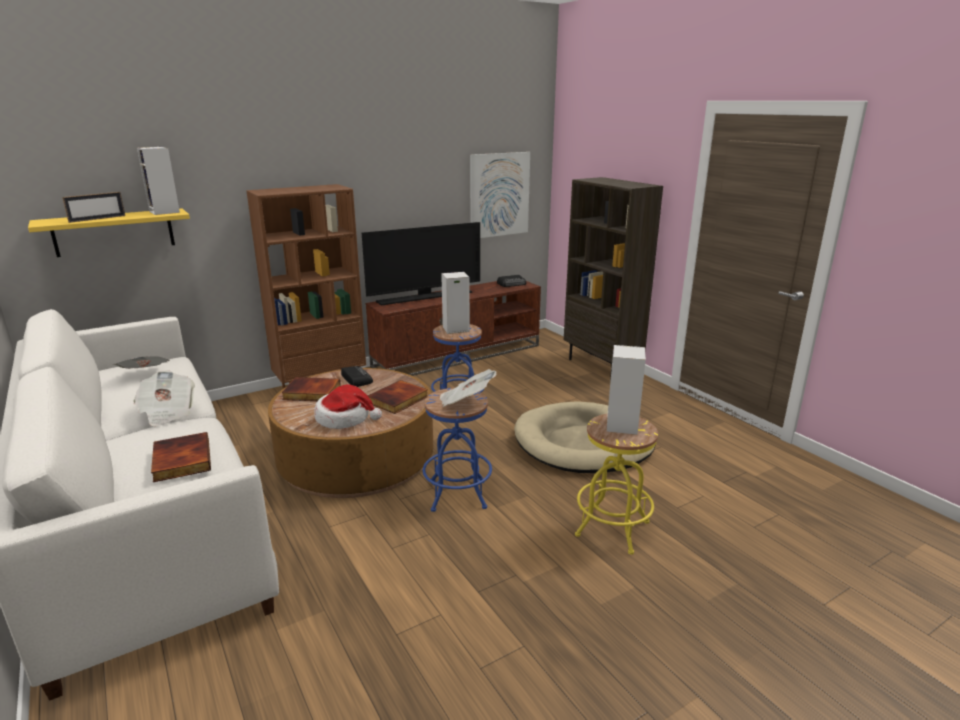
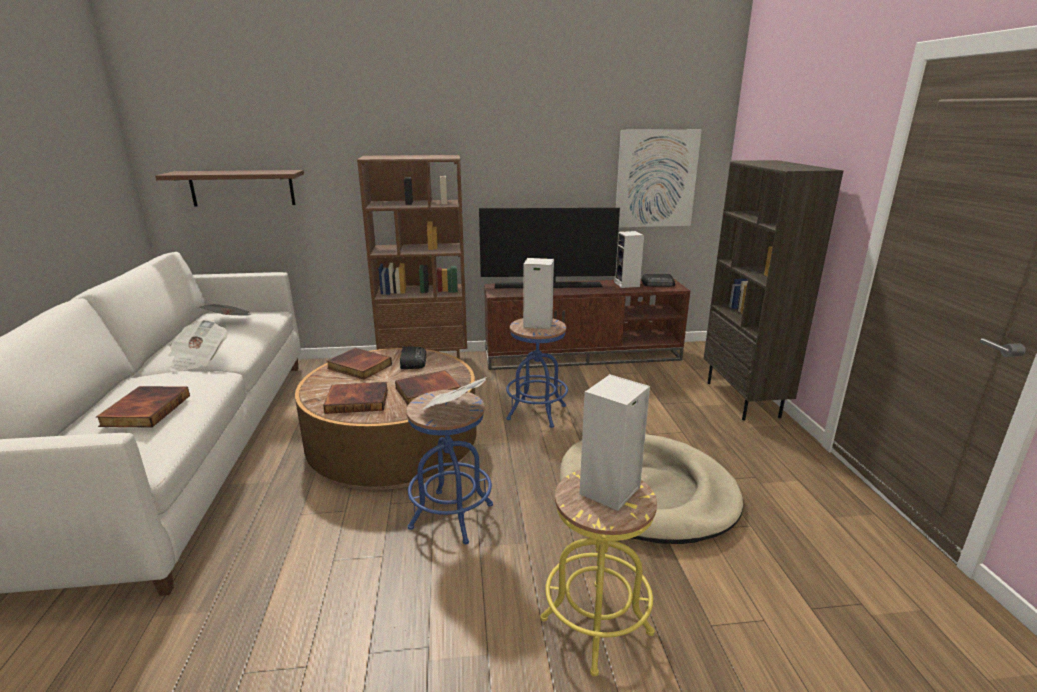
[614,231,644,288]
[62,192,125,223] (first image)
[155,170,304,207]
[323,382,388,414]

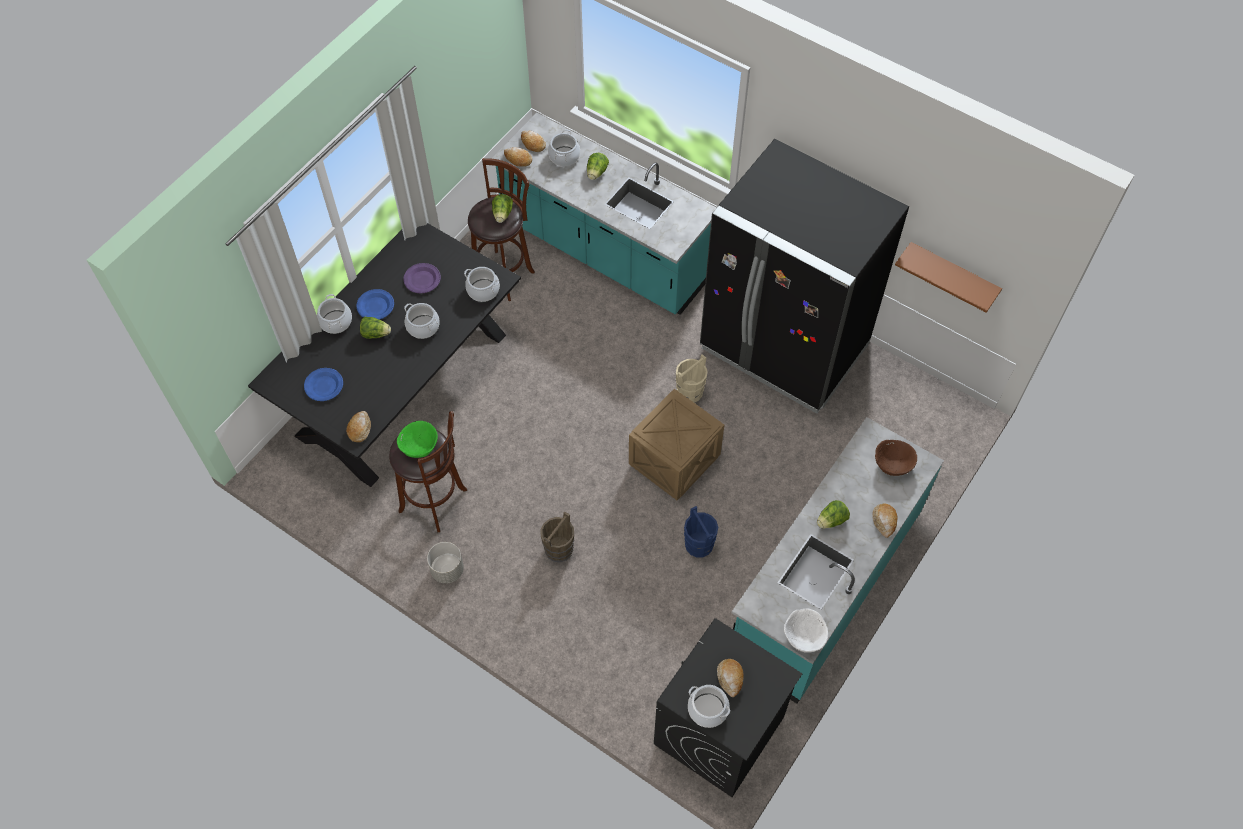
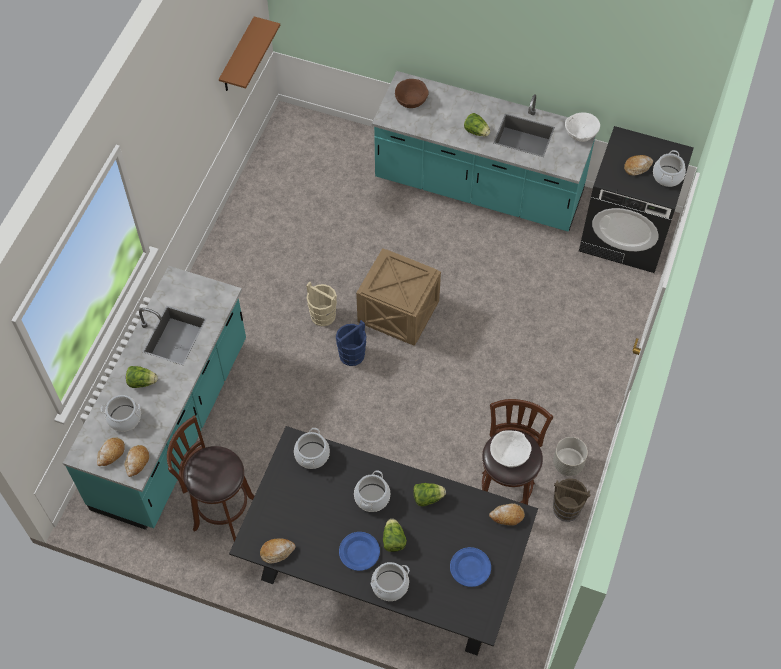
[700,139,909,414] (first image)
[413,483,446,506]
[404,263,441,293] (first image)
[490,430,532,468]
[260,538,296,563]
[336,320,366,366]
[553,478,591,522]

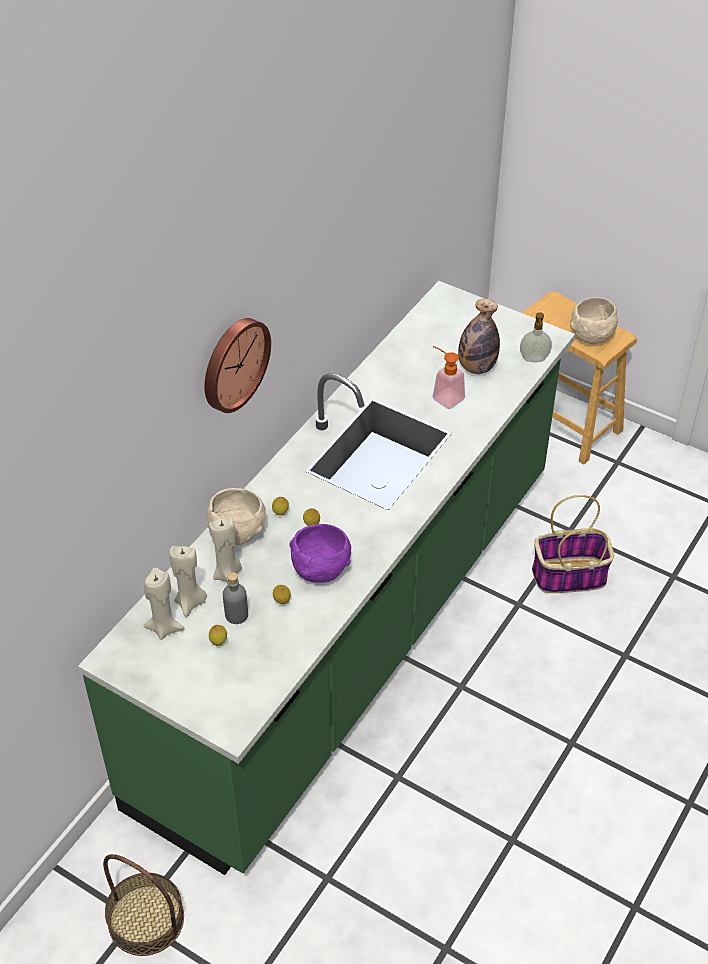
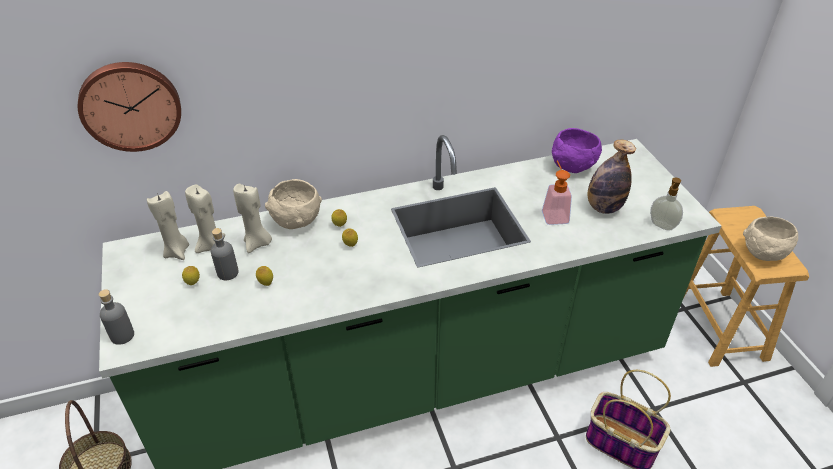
[78,62,181,152]
[552,128,602,173]
[99,289,134,345]

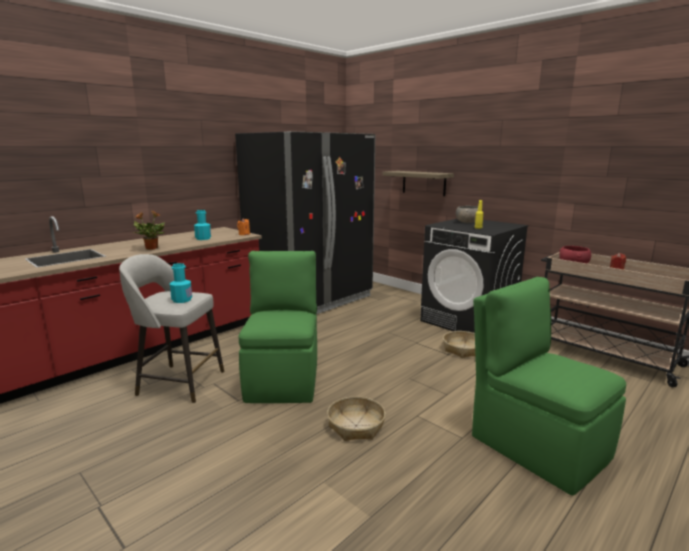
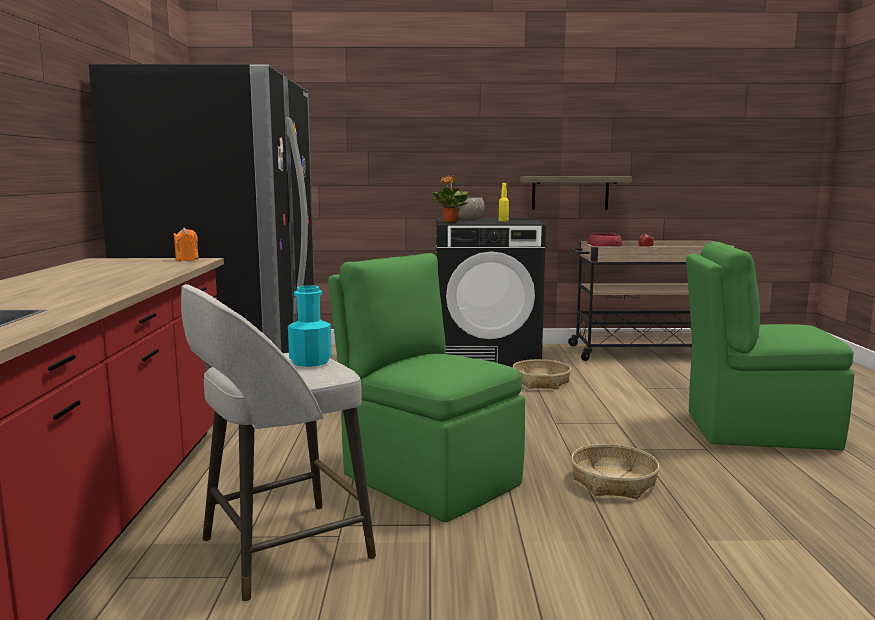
[520,176,632,210]
[194,210,211,240] (first image)
[430,175,468,222]

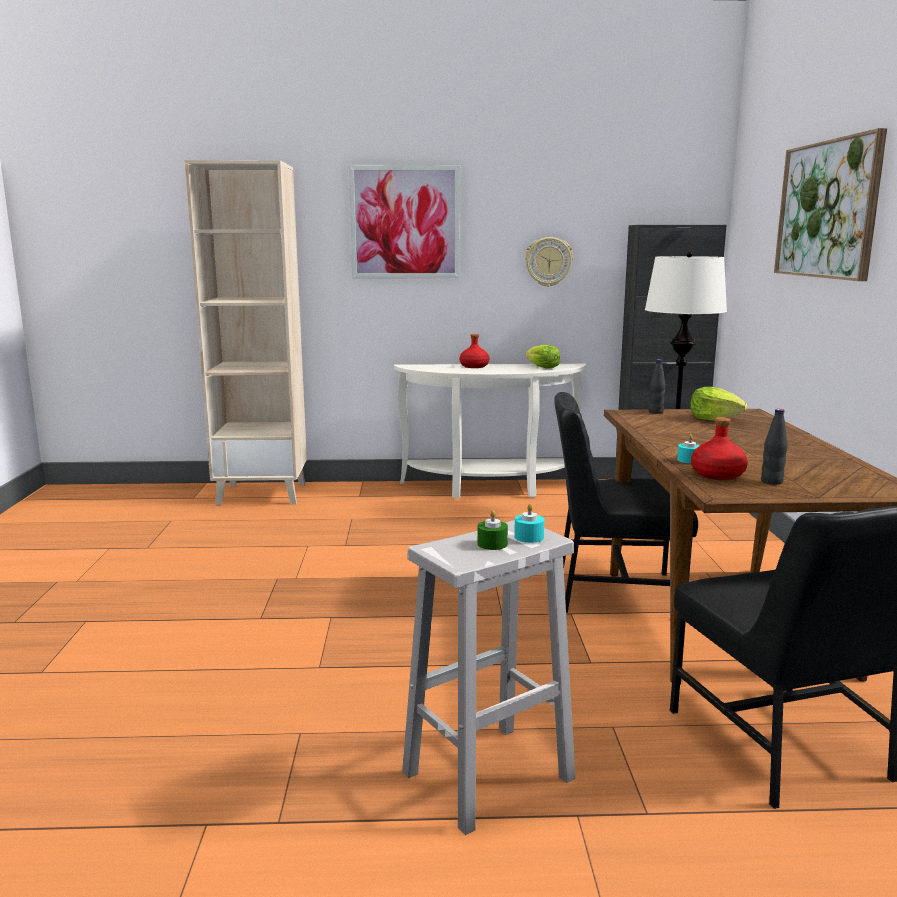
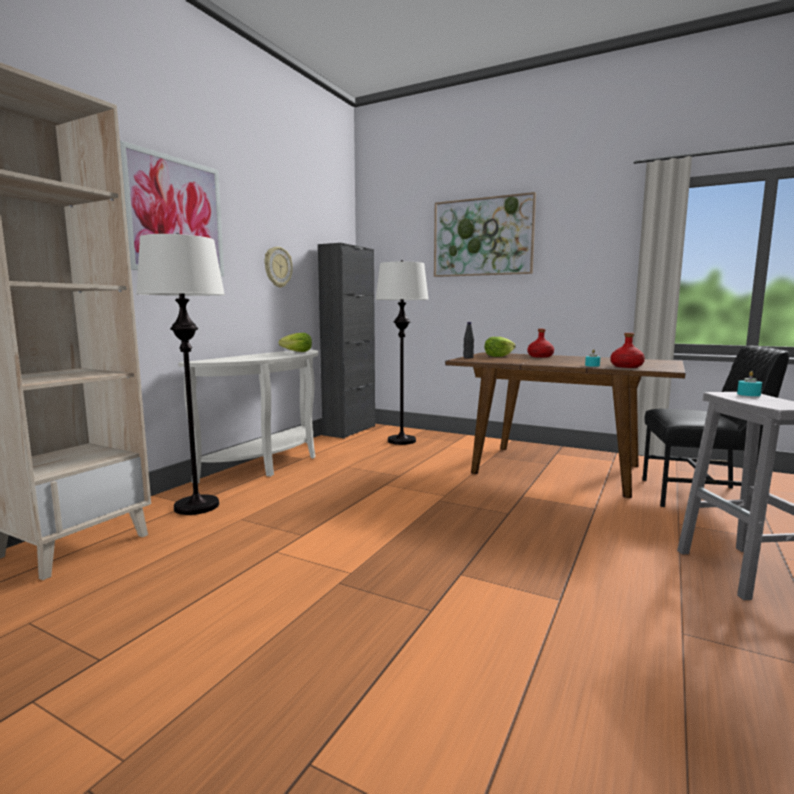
[527,329,554,358]
[554,392,698,613] (first image)
[761,409,788,485] (first image)
[477,510,508,550] (first image)
[136,233,225,515]

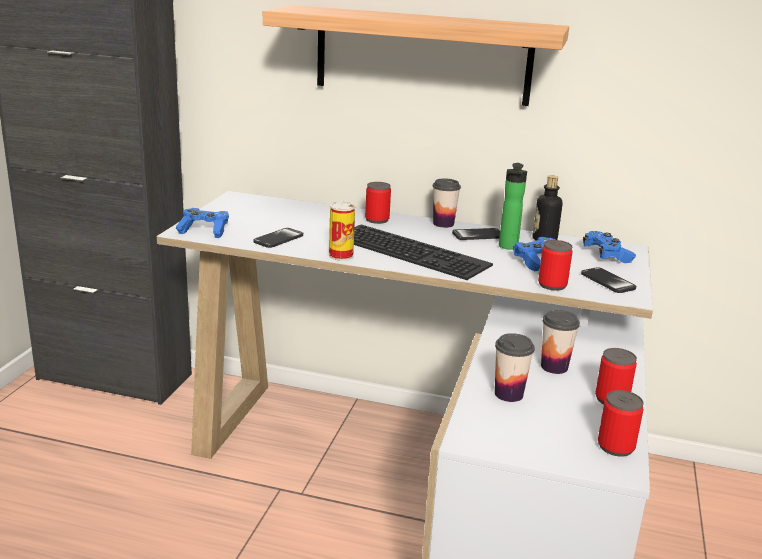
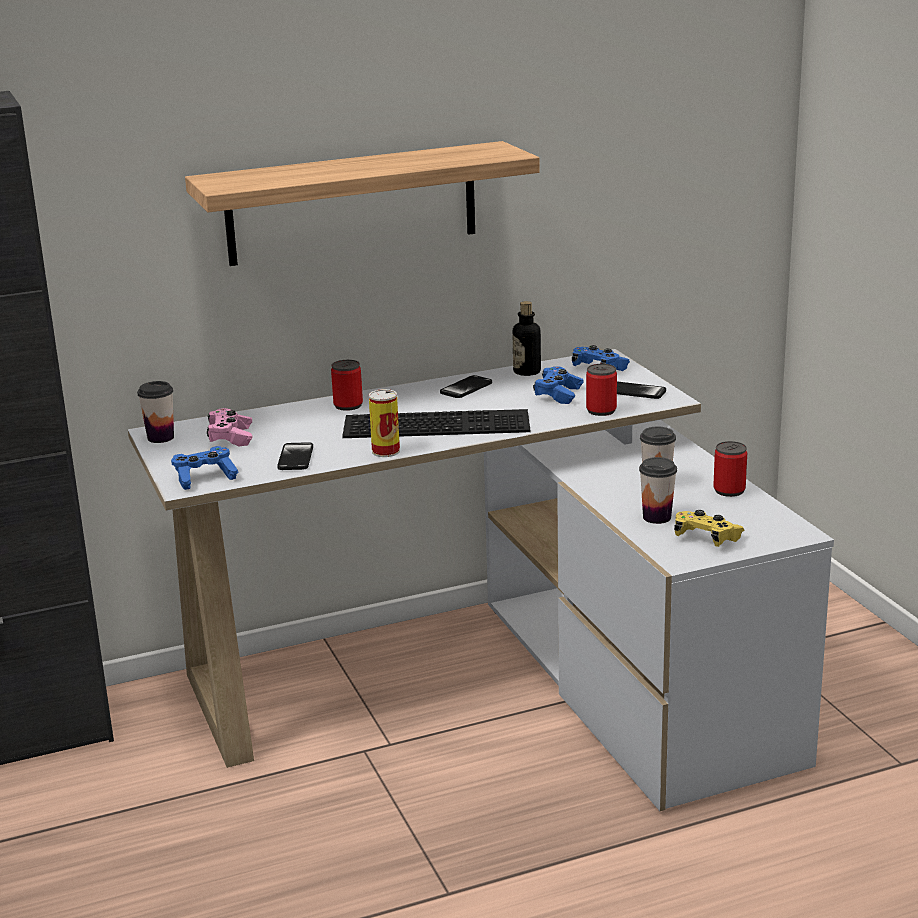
[499,163,527,250] (first image)
[137,381,174,443]
[598,390,644,457] (first image)
[207,408,253,446]
[674,510,745,547]

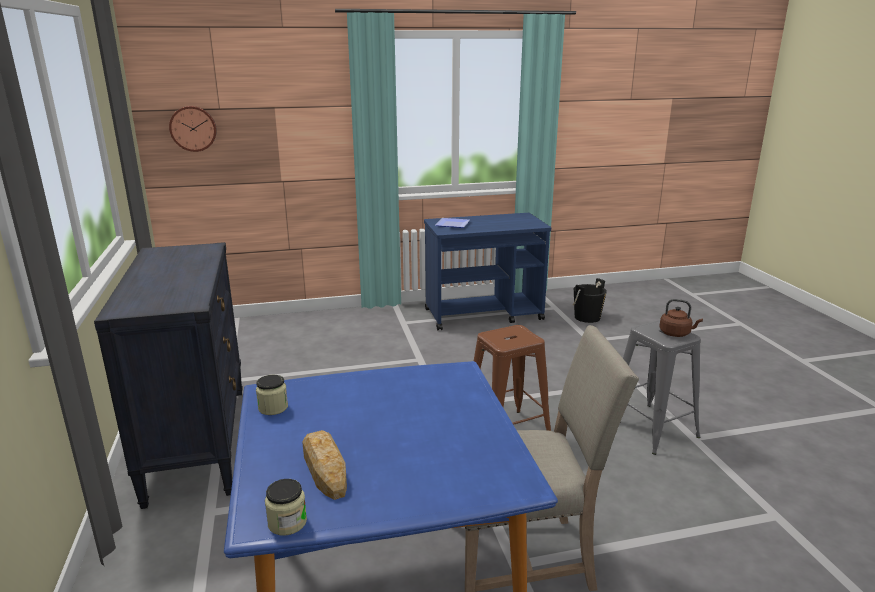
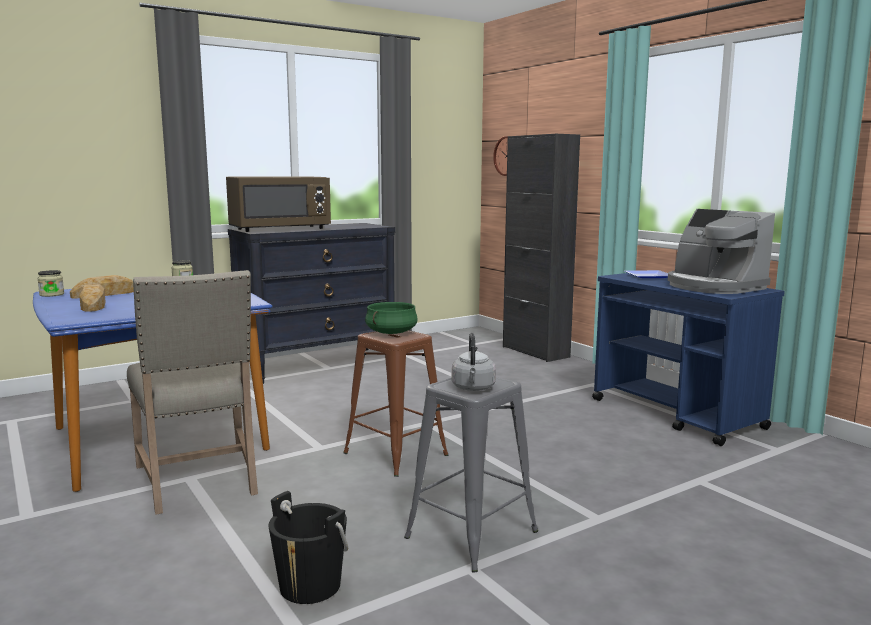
[268,491,348,604]
[452,333,496,391]
[503,134,580,362]
[226,176,331,232]
[668,209,775,294]
[79,284,106,312]
[365,302,418,334]

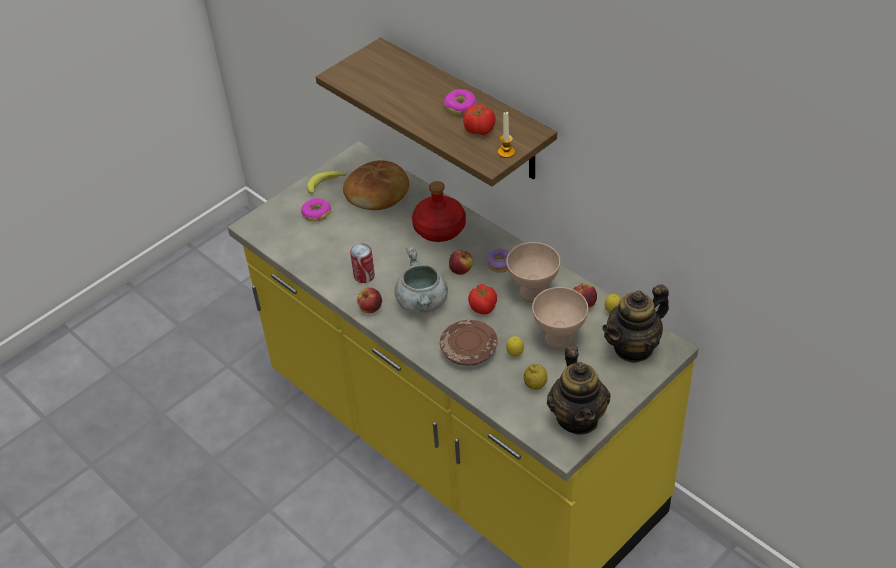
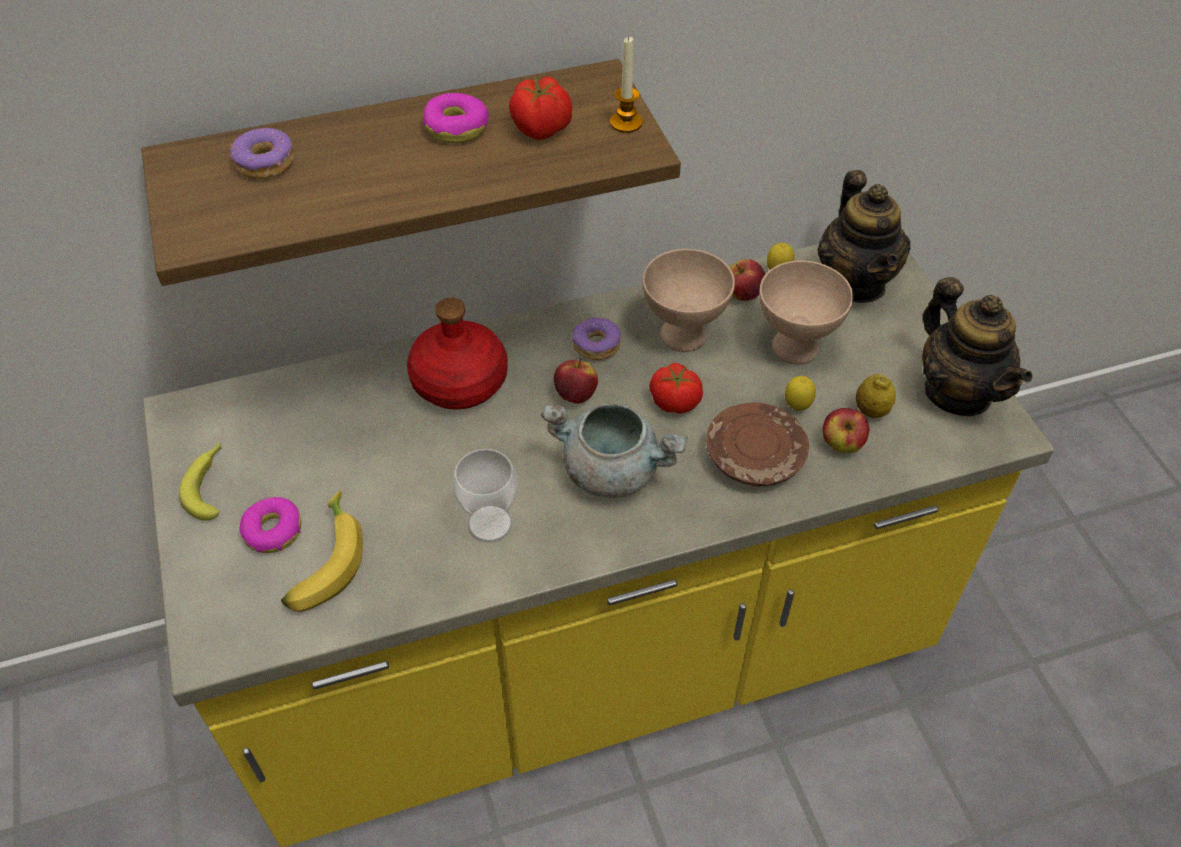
[343,160,409,210] (first image)
[452,449,518,543]
[822,408,870,453]
[922,277,1032,416]
[230,128,295,179]
[281,491,363,612]

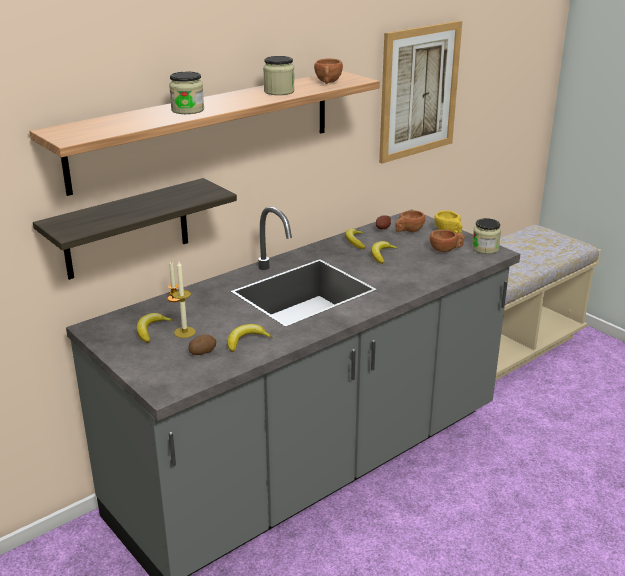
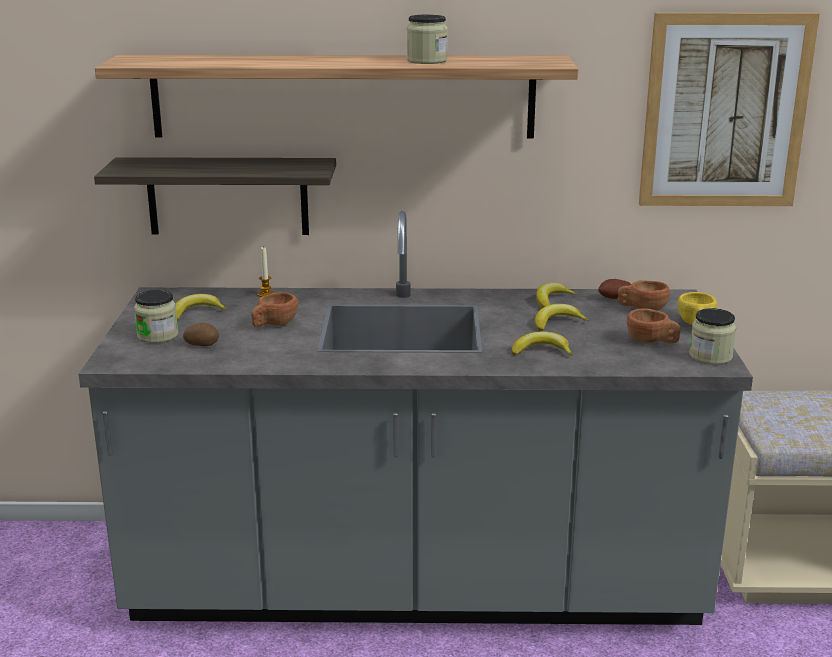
[251,292,298,327]
[134,290,178,343]
[172,261,196,338] (first image)
[512,331,573,356]

